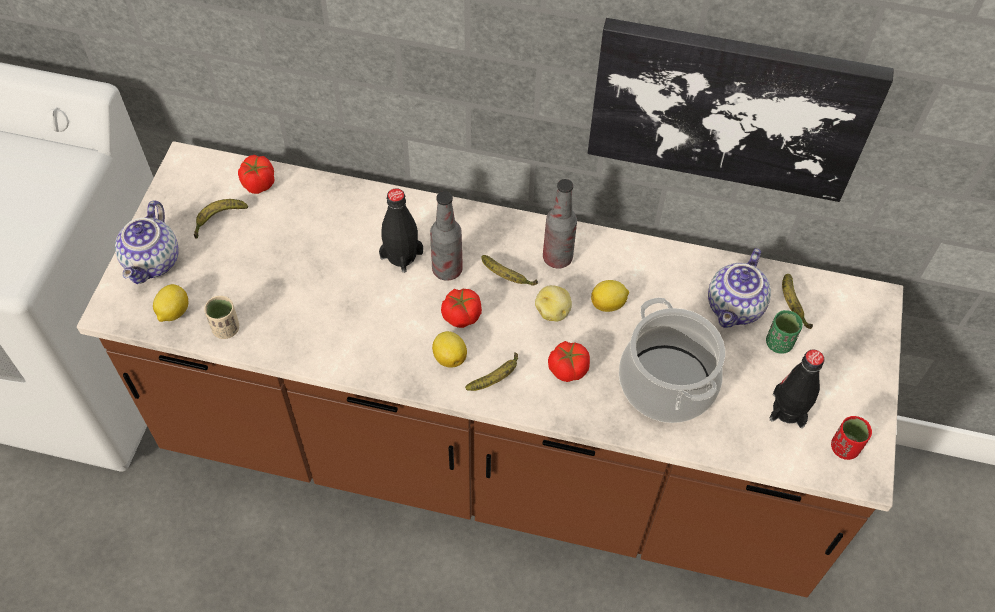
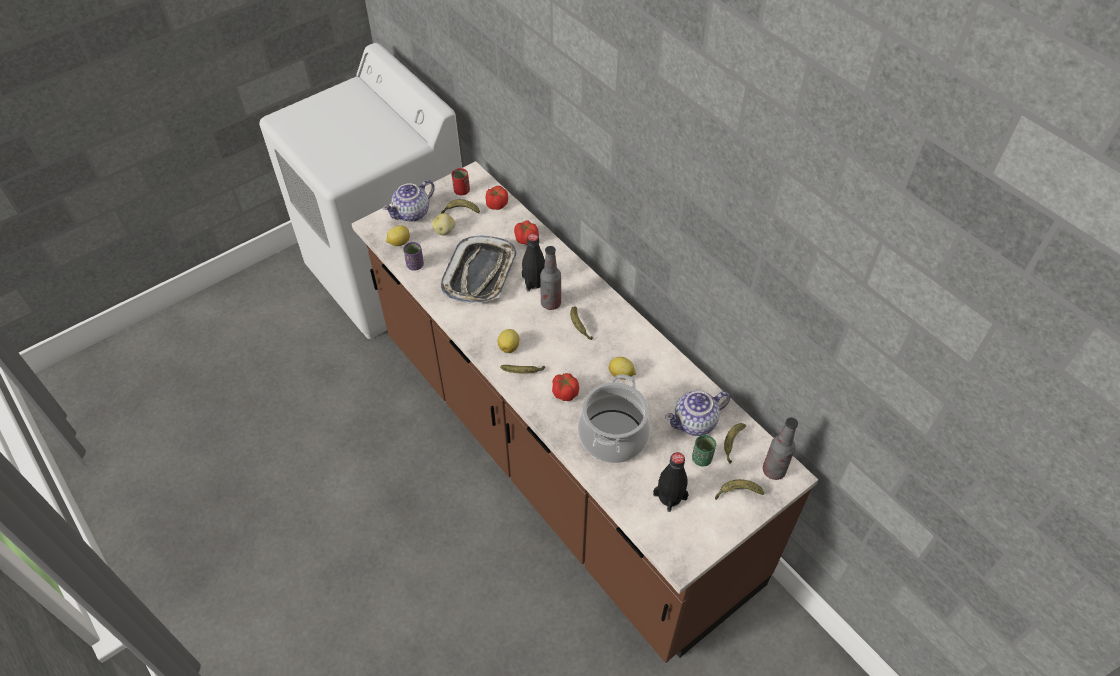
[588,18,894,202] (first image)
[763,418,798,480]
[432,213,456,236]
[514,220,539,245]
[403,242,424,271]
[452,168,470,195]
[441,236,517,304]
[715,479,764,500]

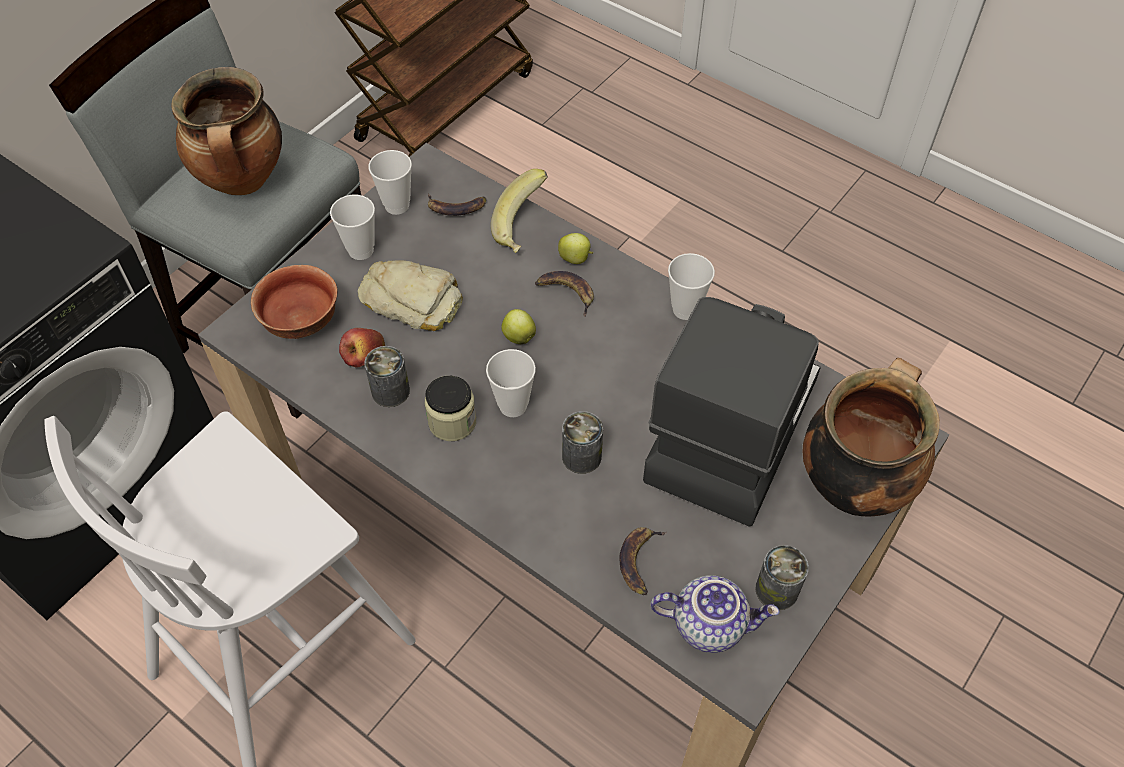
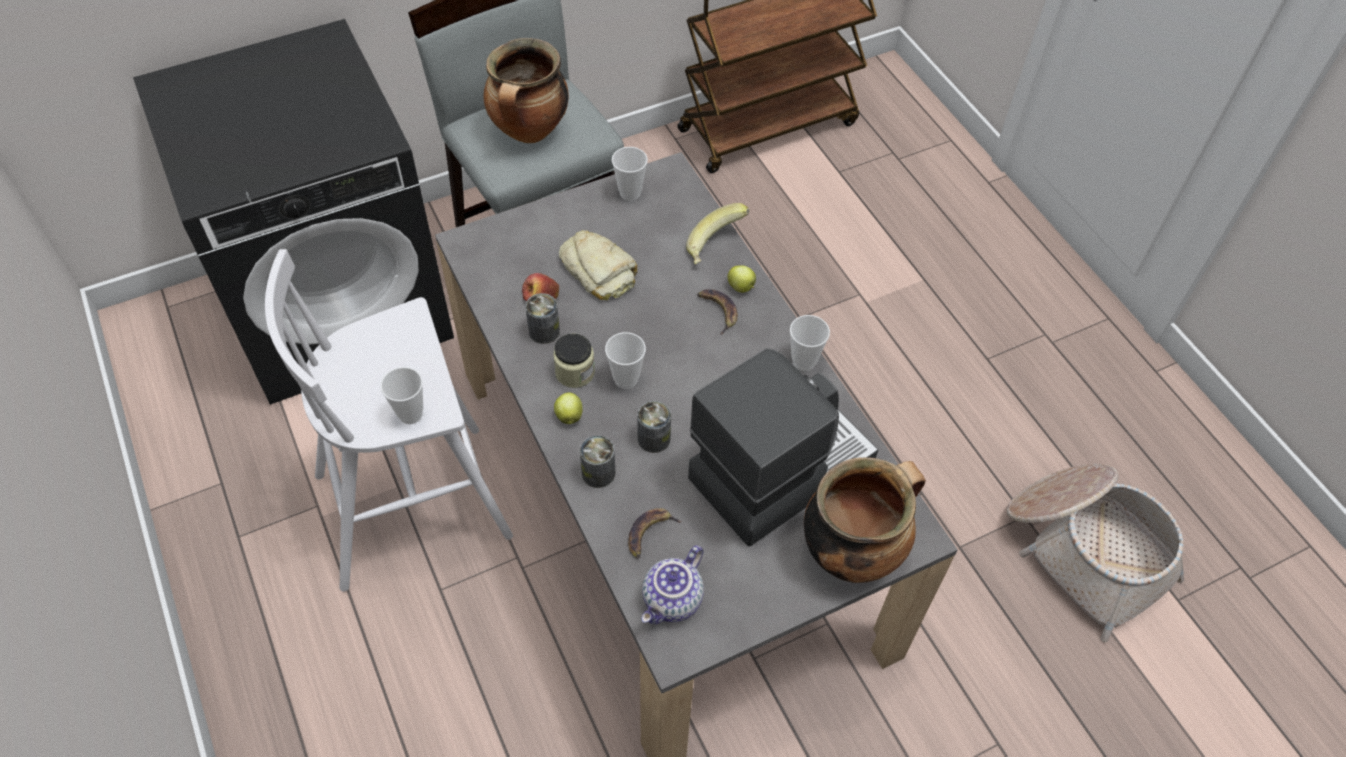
[428,194,486,216] (first image)
[380,367,423,424]
[251,265,338,339] (first image)
[554,392,583,424]
[580,435,615,488]
[641,545,704,624]
[1007,464,1184,642]

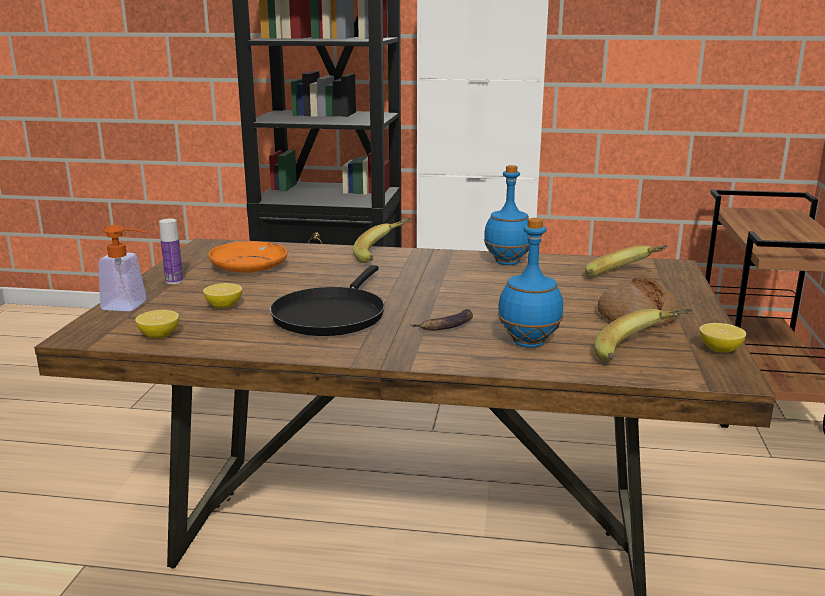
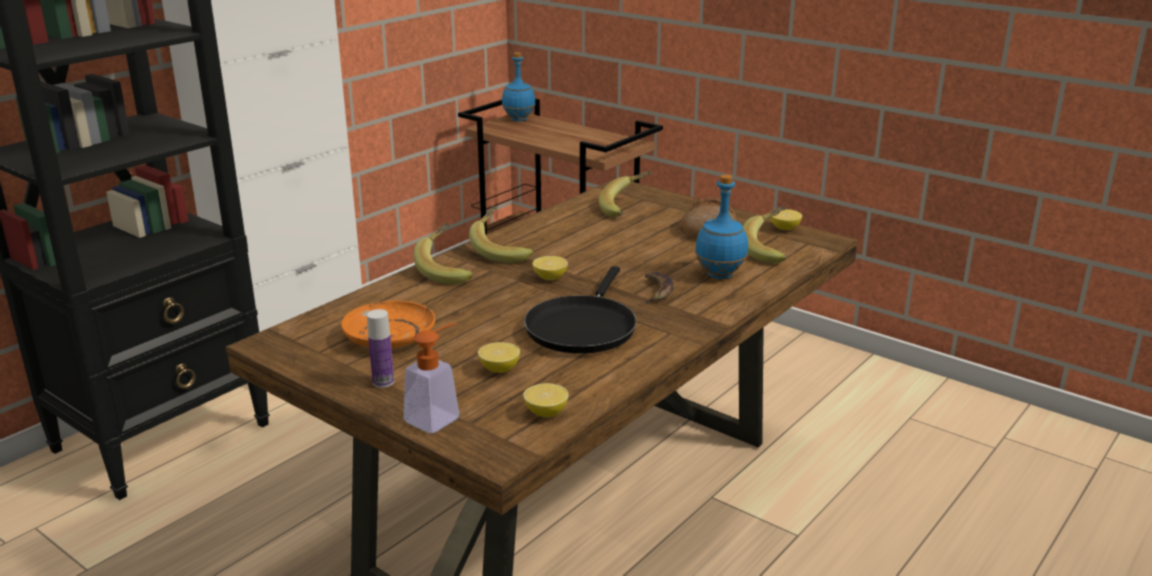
[502,52,536,121]
[524,266,637,354]
[469,206,533,263]
[533,256,568,280]

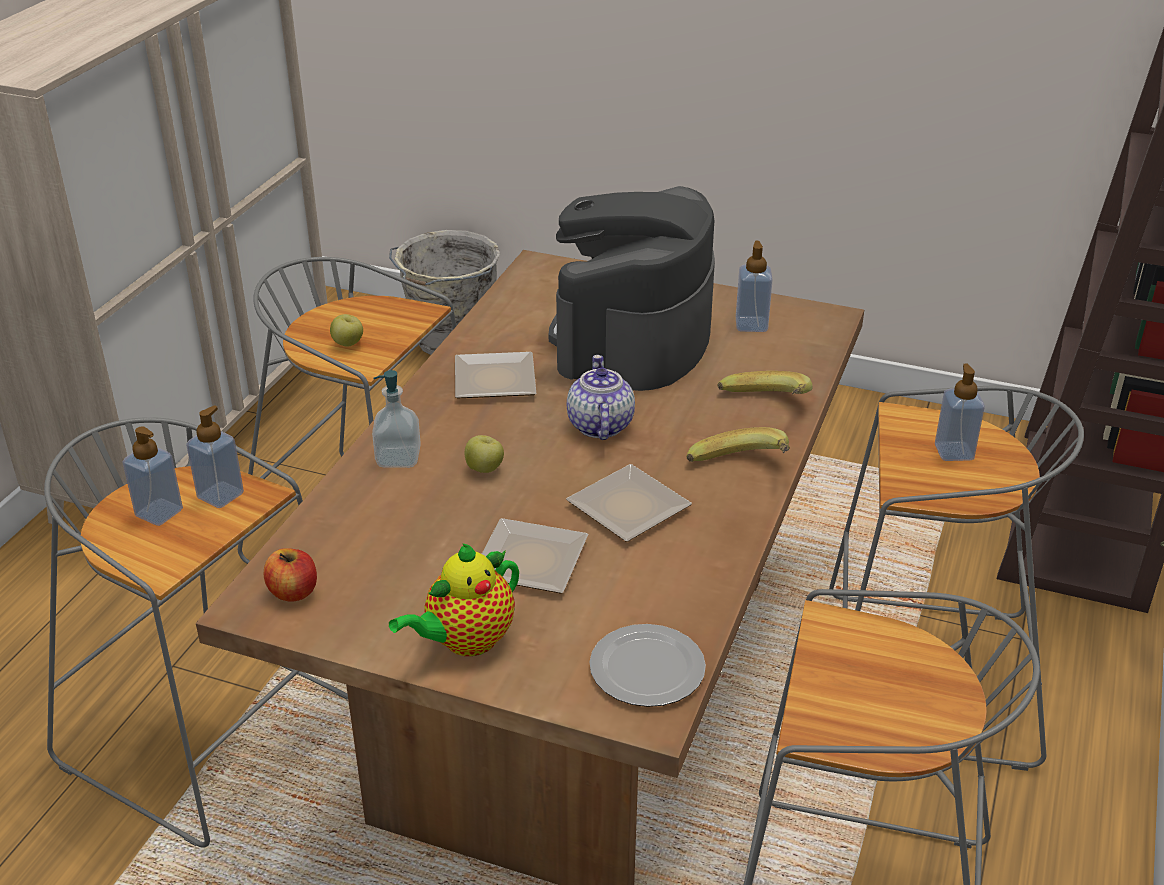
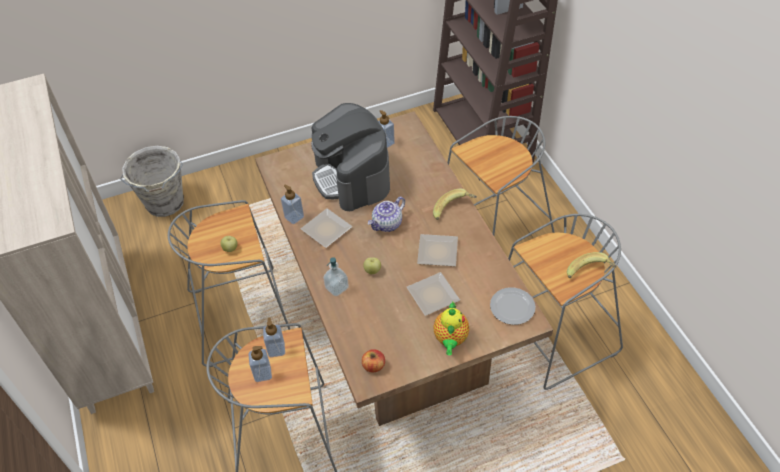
[368,197,405,232]
[281,184,304,224]
[567,252,617,278]

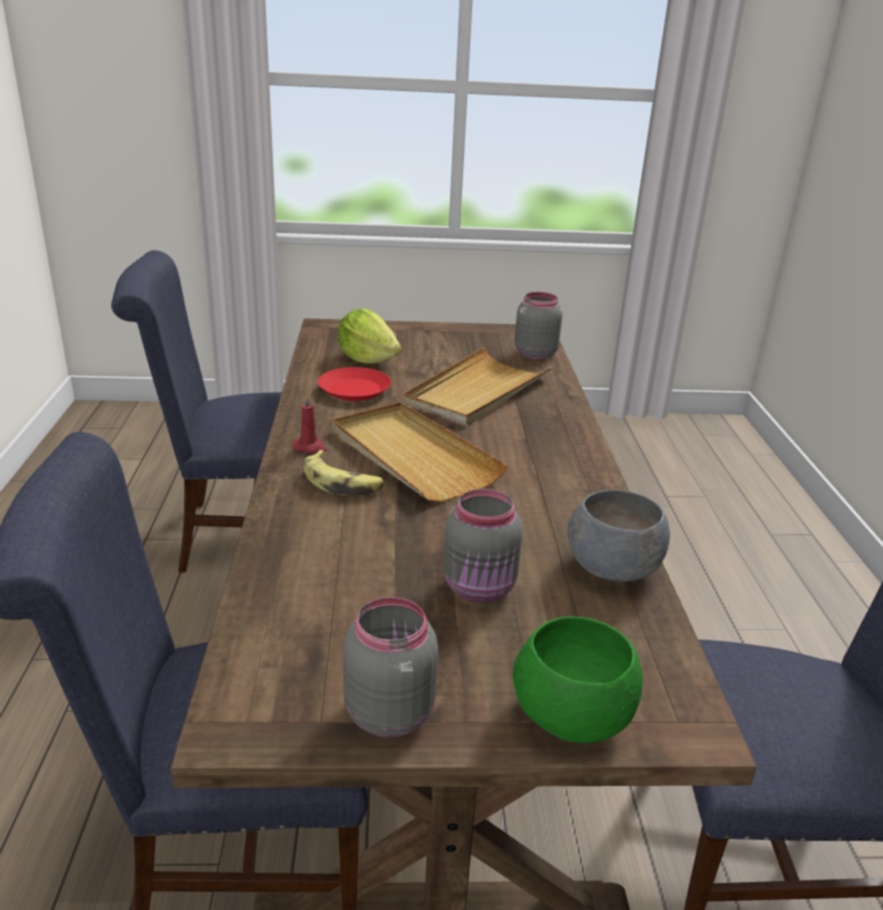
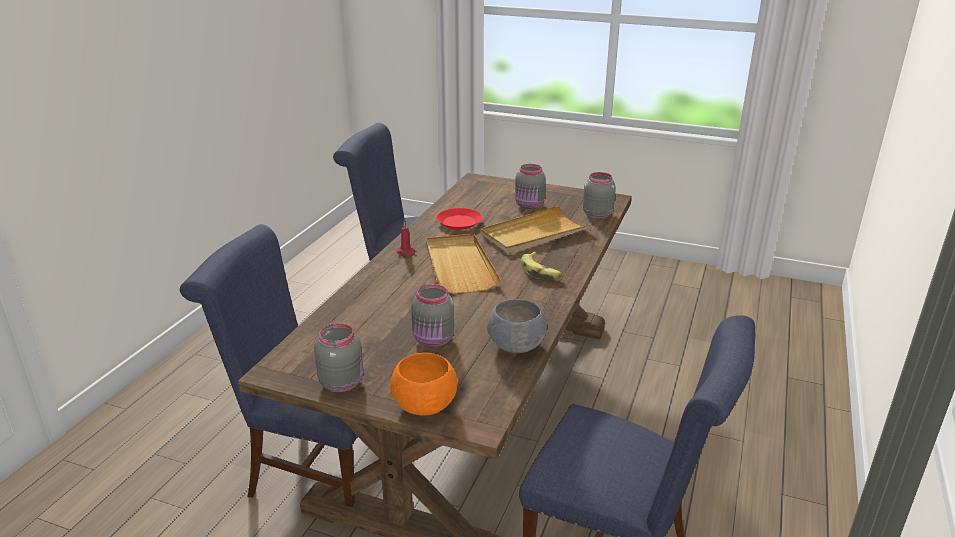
[338,309,402,364] (first image)
[521,252,562,280]
[390,353,457,416]
[515,164,546,209]

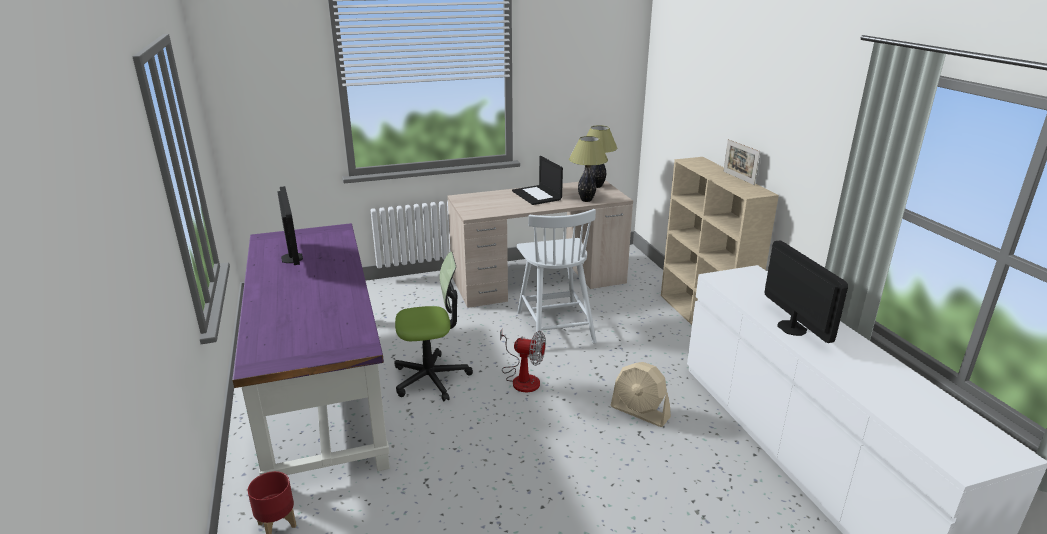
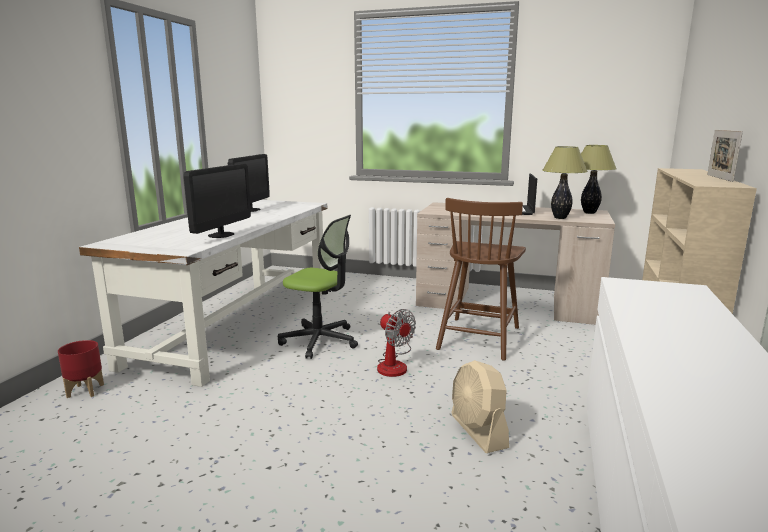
[436,198,526,360]
[79,200,327,387]
[184,164,251,238]

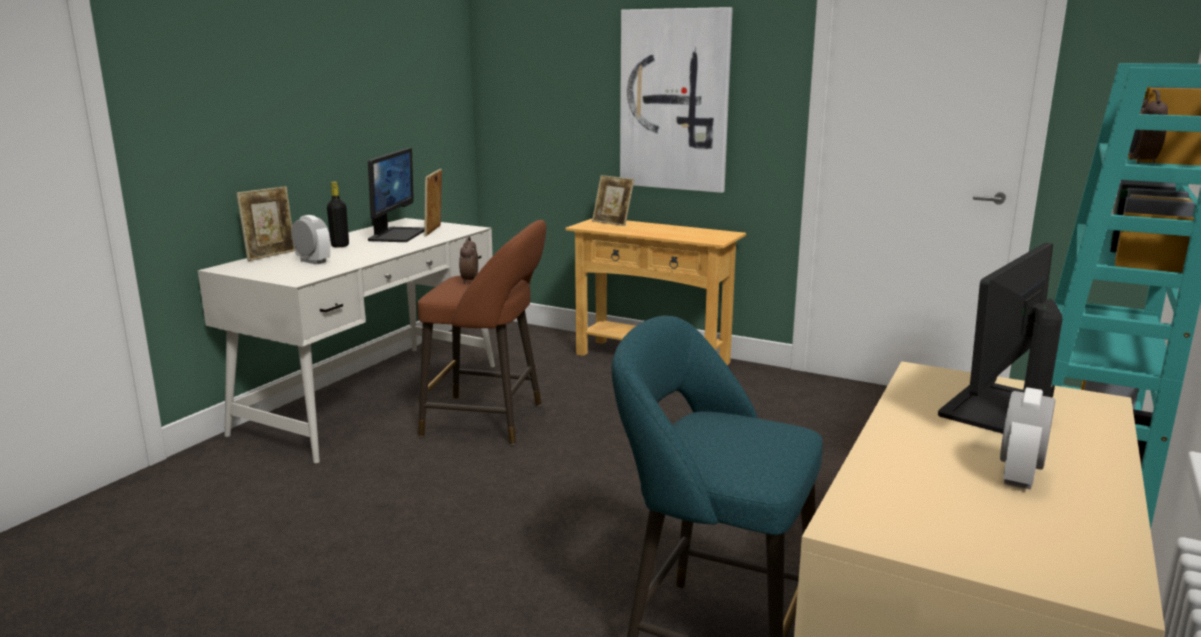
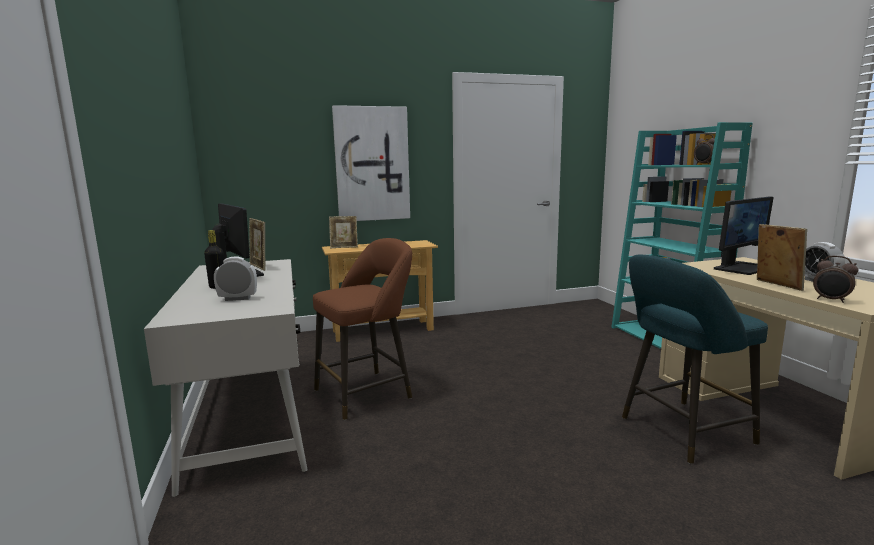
[757,224,807,291]
[813,256,858,303]
[714,196,773,275]

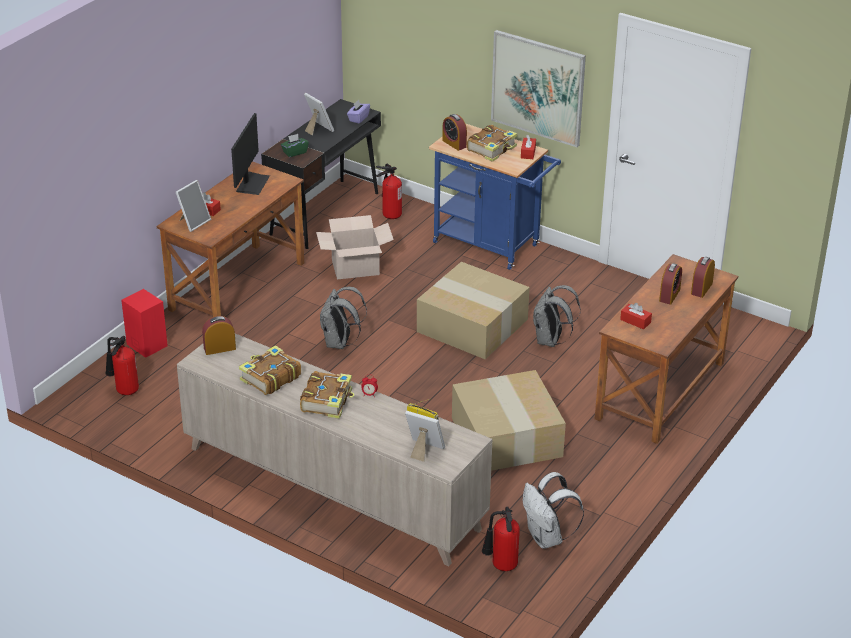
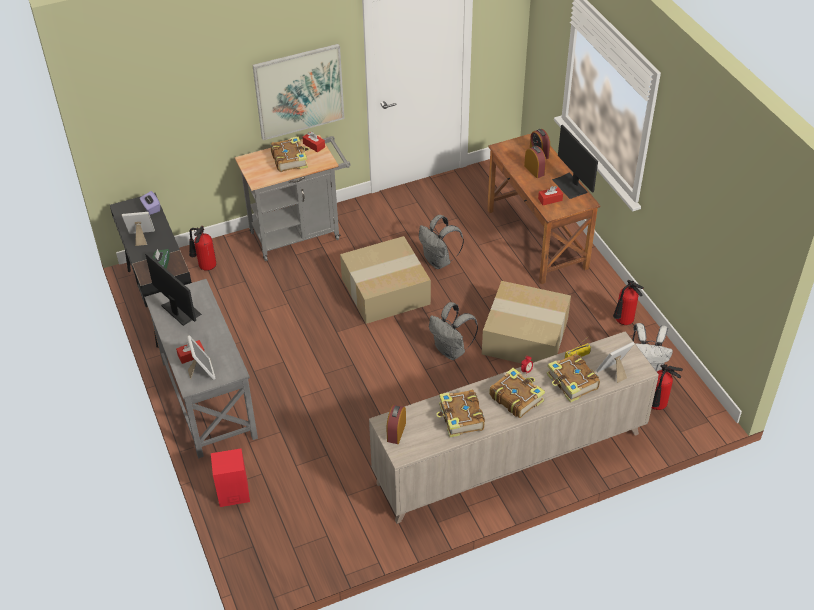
[442,114,467,151] (first image)
[235,135,351,261]
[144,279,258,458]
[316,215,394,280] (first image)
[429,302,478,360]
[613,280,644,325]
[552,125,598,199]
[547,353,600,403]

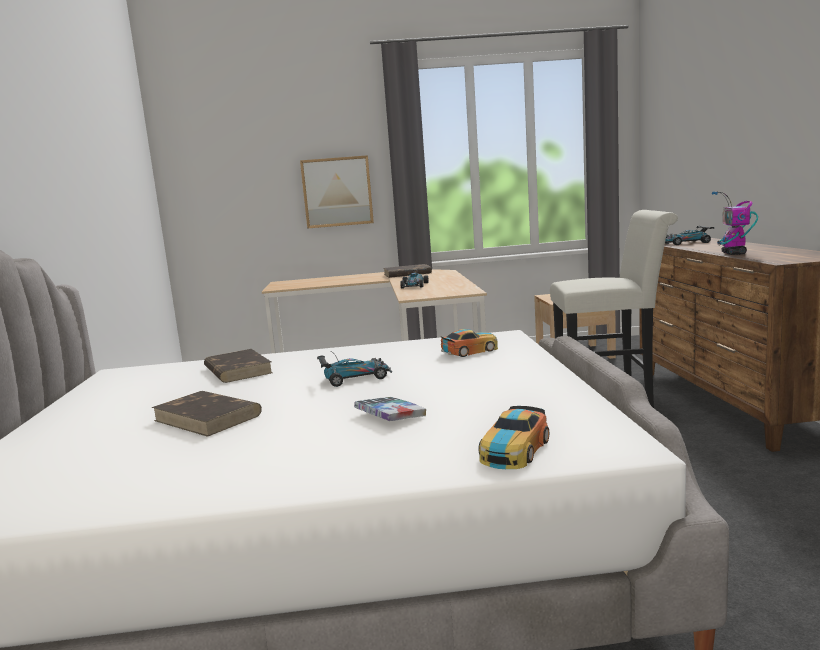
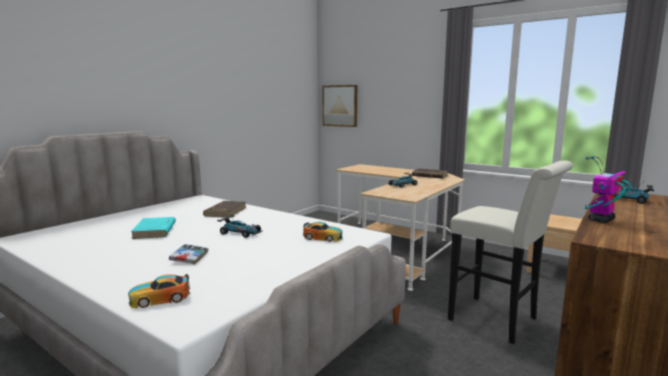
[322,85,357,127]
[131,217,176,239]

